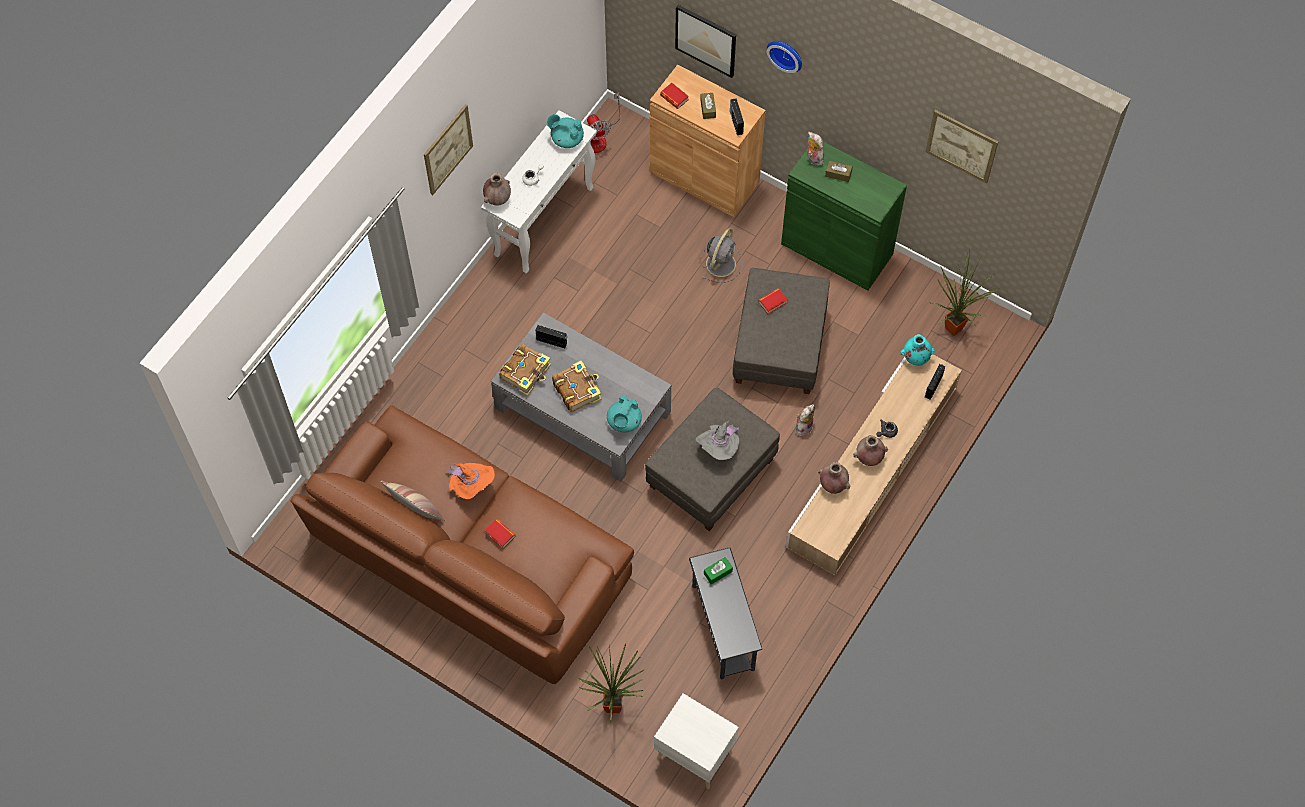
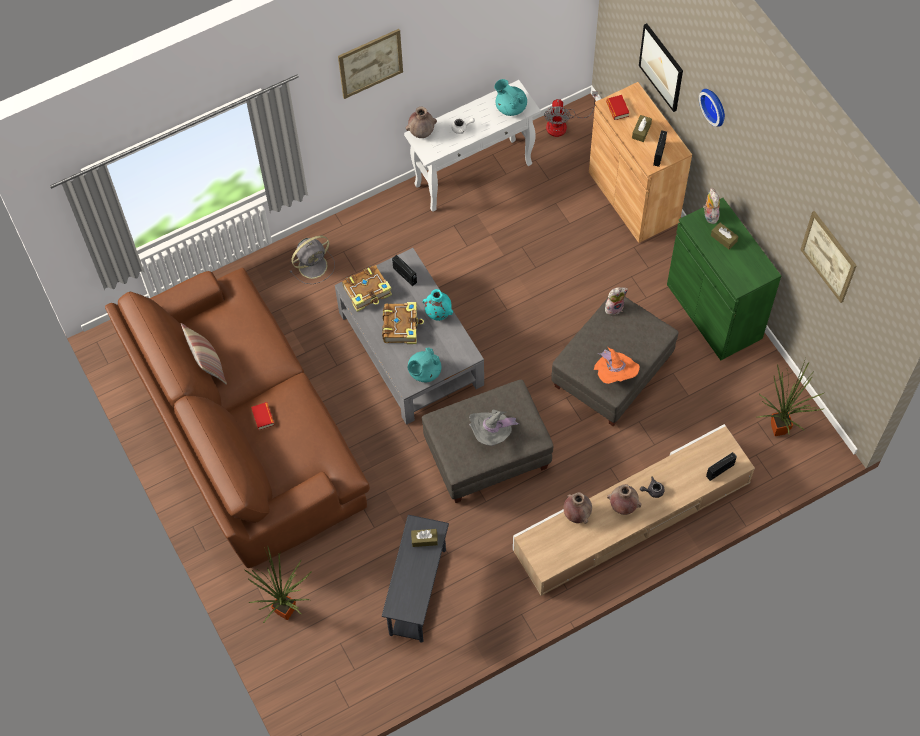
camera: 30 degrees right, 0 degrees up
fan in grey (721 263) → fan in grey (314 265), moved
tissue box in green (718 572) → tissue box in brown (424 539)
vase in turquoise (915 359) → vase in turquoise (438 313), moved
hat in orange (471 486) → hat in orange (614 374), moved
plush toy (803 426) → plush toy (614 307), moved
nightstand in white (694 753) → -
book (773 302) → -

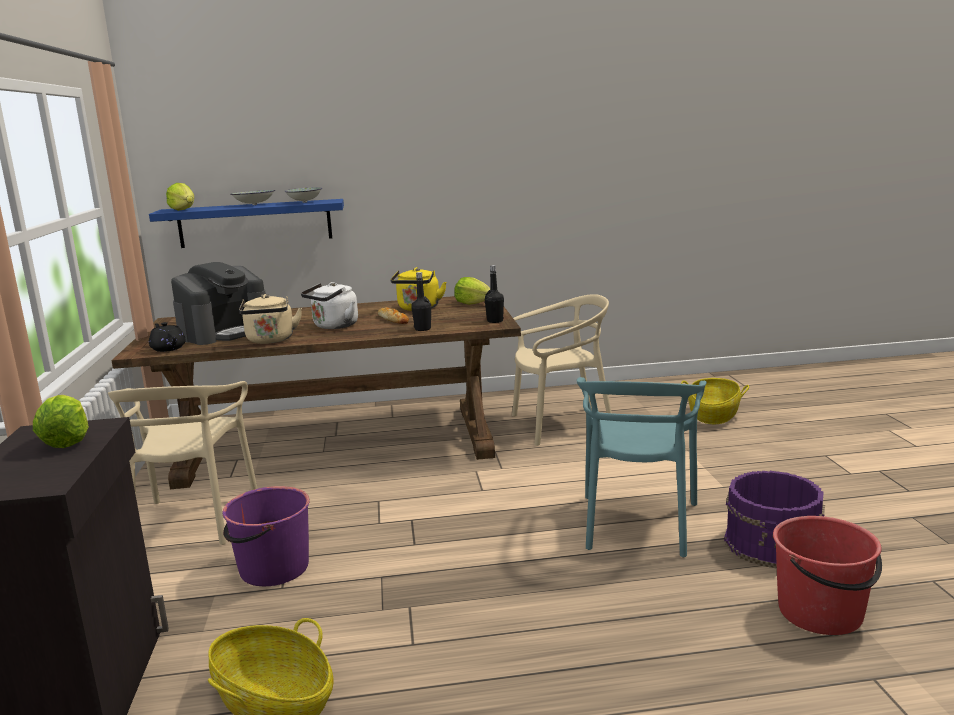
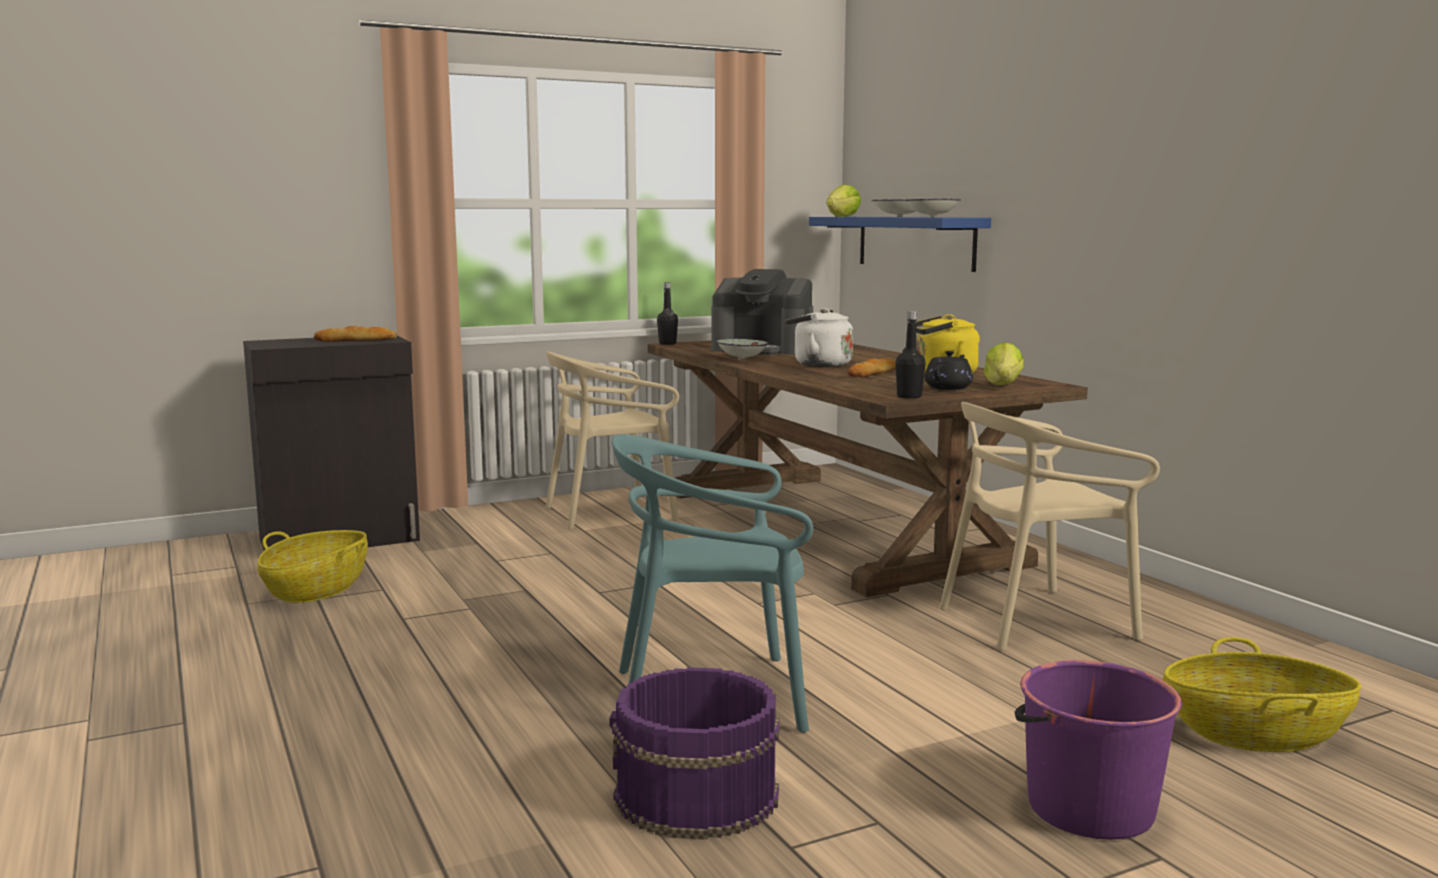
camera: 70 degrees right, 5 degrees down
lettuce (67 441) → bread (356 340)
bottle in black (422 329) → bottle in black (667 344), moved
kettle in beige (270 340) → bowl (741 359)
teapot in black (168 348) → teapot in black (948 387), moved
chair in beige (561 425) → chair in beige (1035 620), 105 degrees clockwise
bucket in purple (273 569) → bucket in purple (1088 807), moved
bucket in red (821 613) → -

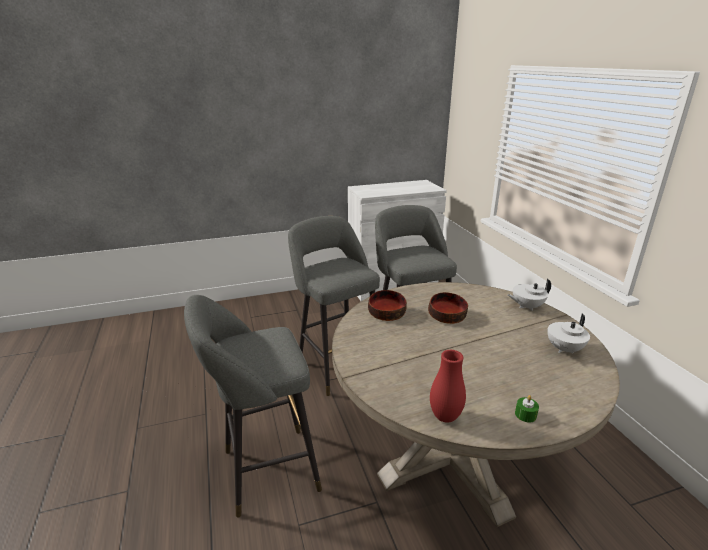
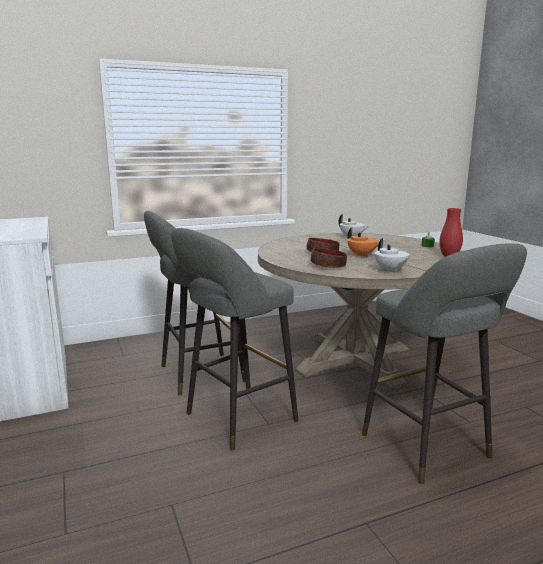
camera: 95 degrees left, 10 degrees down
- → teapot in orange (361 255)
teapot in white (526 306) → teapot in white (390 270), moved

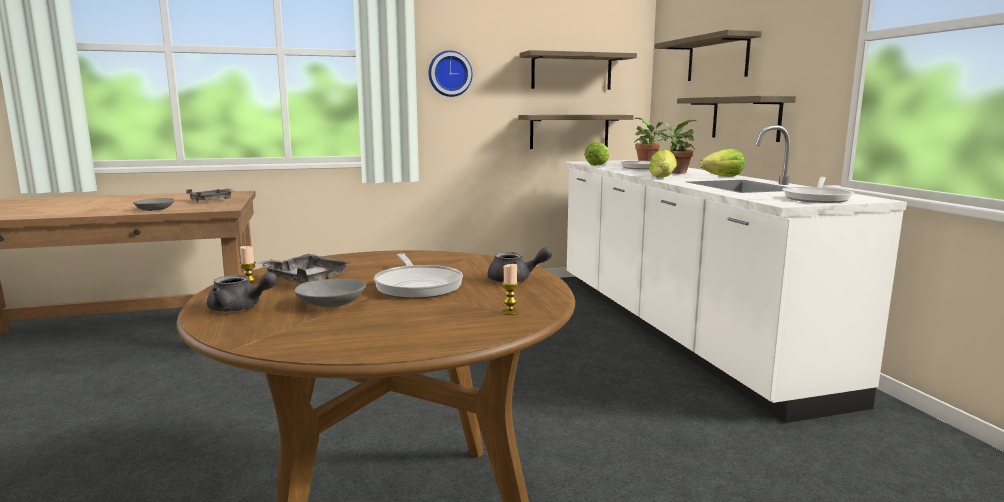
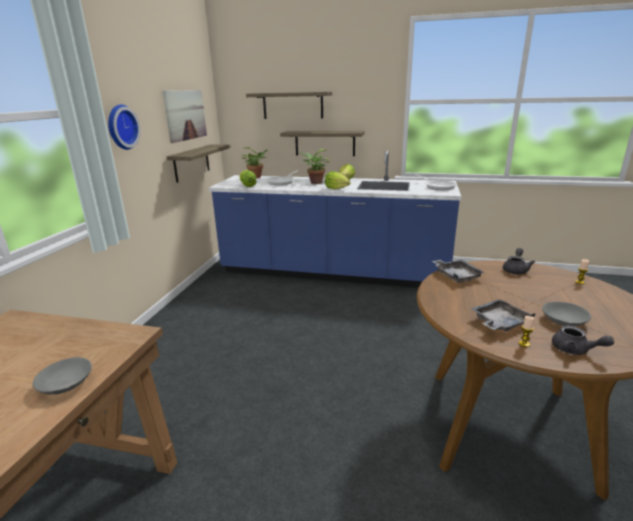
camera: 60 degrees left, 10 degrees up
shelf (571 71) → picture (185 115)
counter in white (677 331) → counter in blue (333 273)
tray in grey (214 200) → tray in grey (456 276), moved
teapot in grey (240 308) → teapot in grey (575 350), 90 degrees clockwise
frying pan (418 285) → -

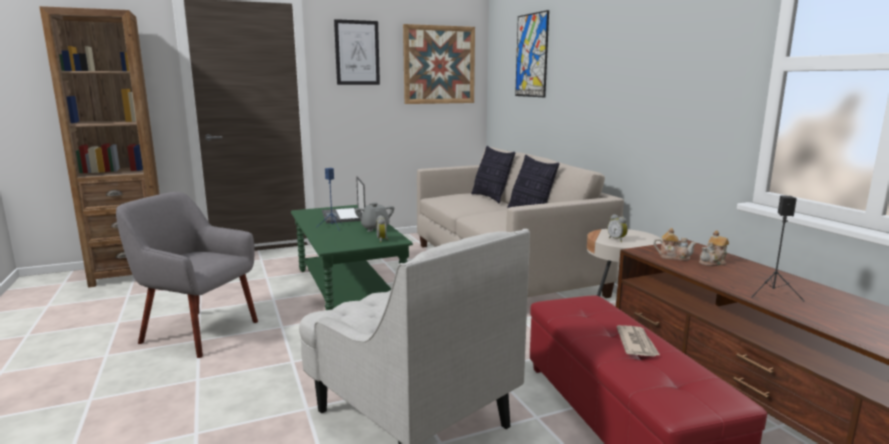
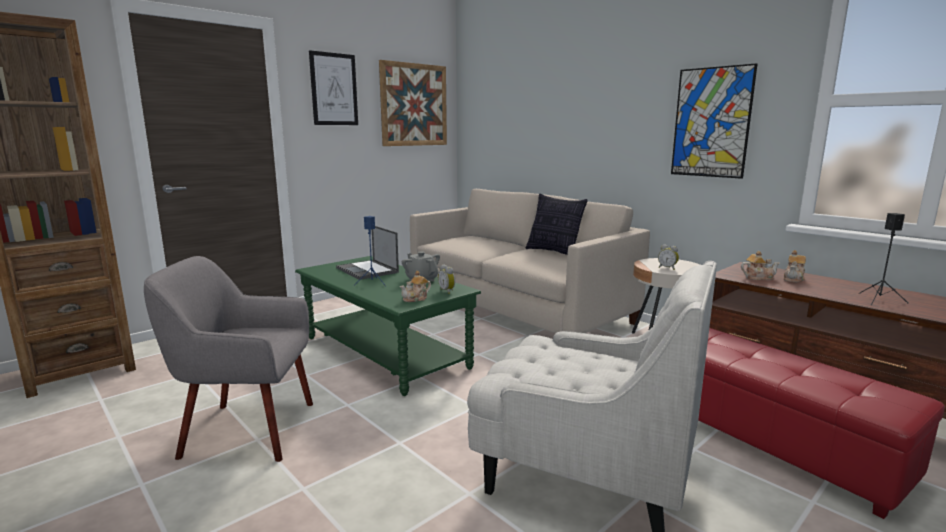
camera: 20 degrees left, 0 degrees up
- → teapot (416 299)
picture (531 55) → picture (711 122), moved
pillow (491 198) → -
newspaper (637 343) → -

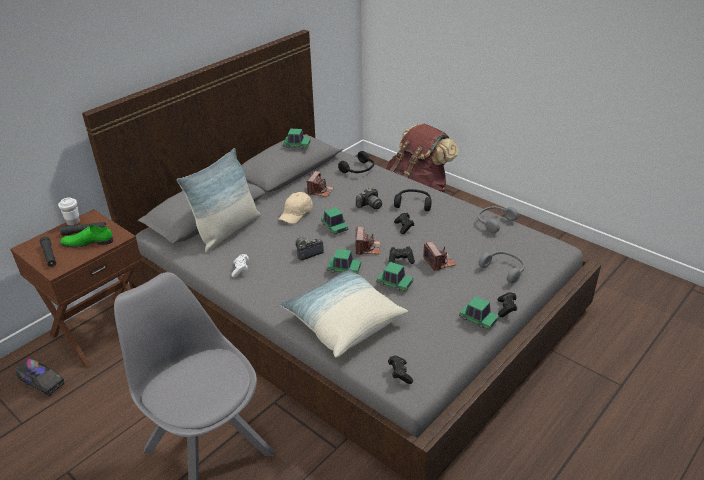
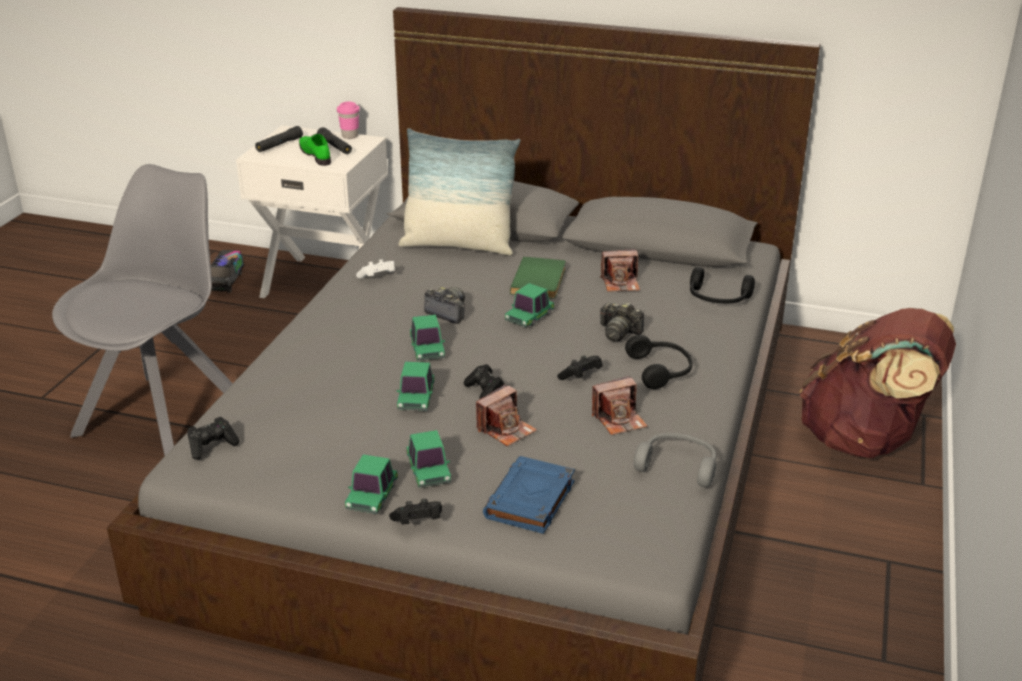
camera: 65 degrees right, 5 degrees down
nightstand in brown (101 330) → nightstand in white (325 282)
cup in white (73 222) → cup in pink (350 136)
toy car (297 145) → toy car (428 471), moved
headphones in grey (504 269) → book in blue (530 501)
cap in beige (296 214) → book in green (541 281)
photo camera (367 248) → photo camera (619 420), moved
pillow (343 322) → -

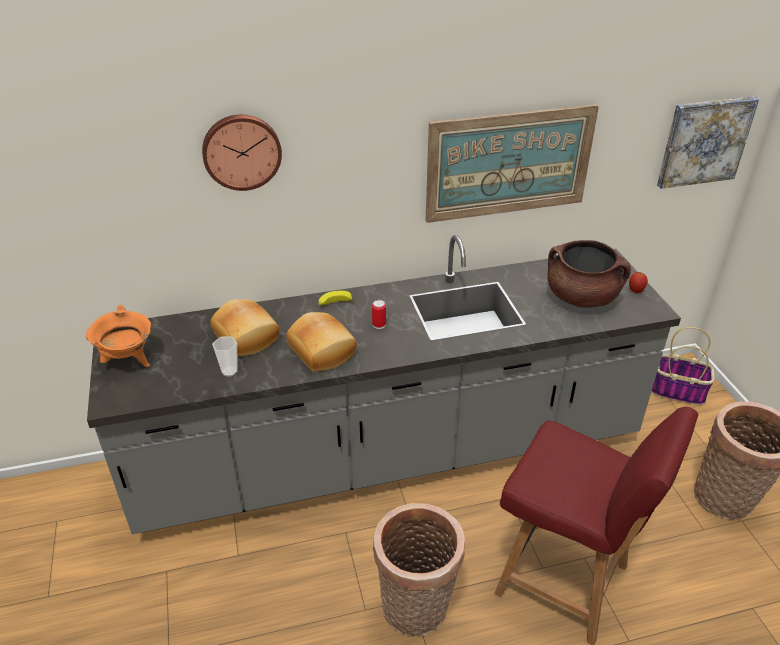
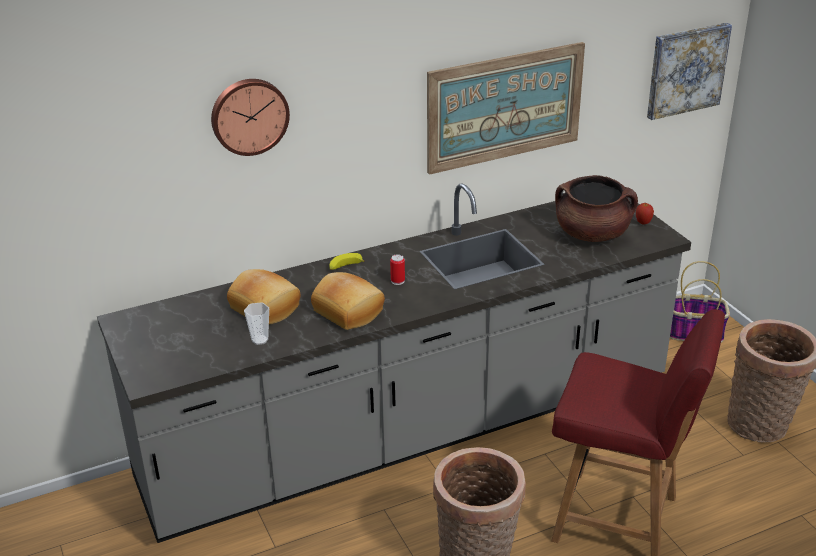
camera: 10 degrees left, 5 degrees down
cooking pot in orange (128 361) → -

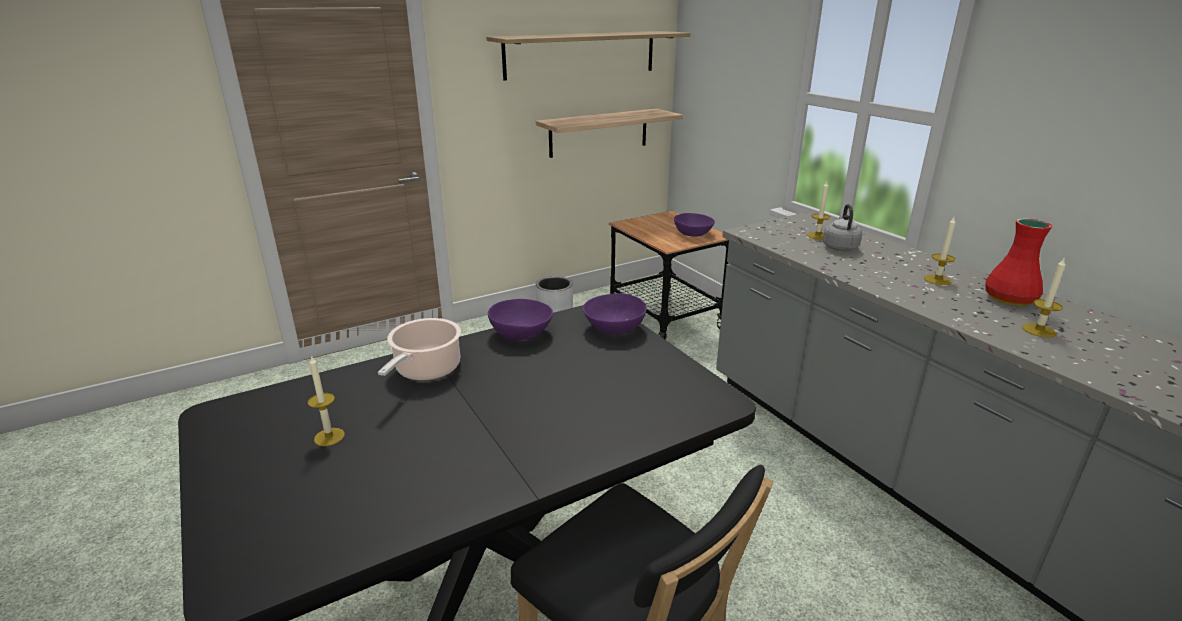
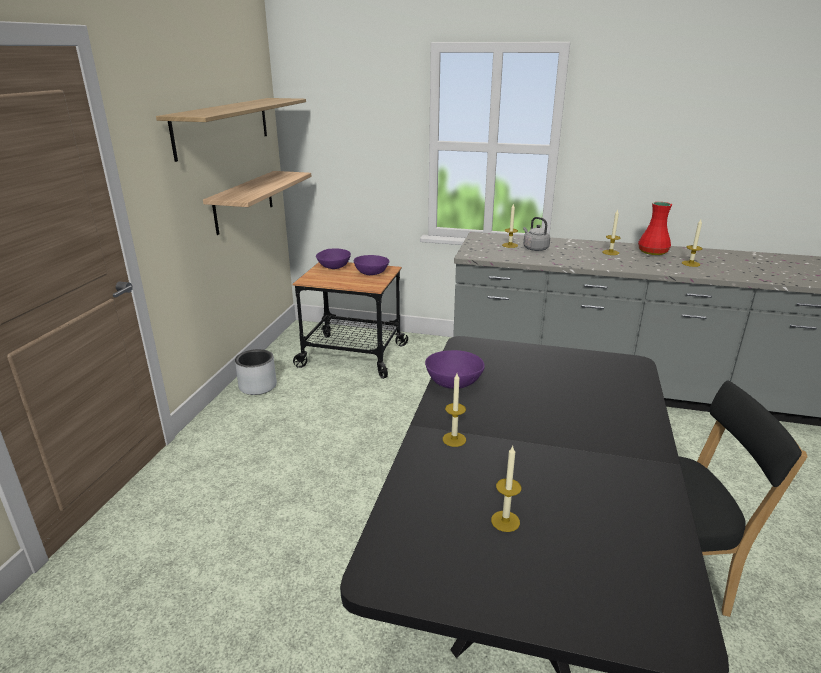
camera: 45 degrees left, 0 degrees up
bowl in purple (614 328) → bowl in purple (334 267), moved
cooking pot (426 370) → candle (454 439)

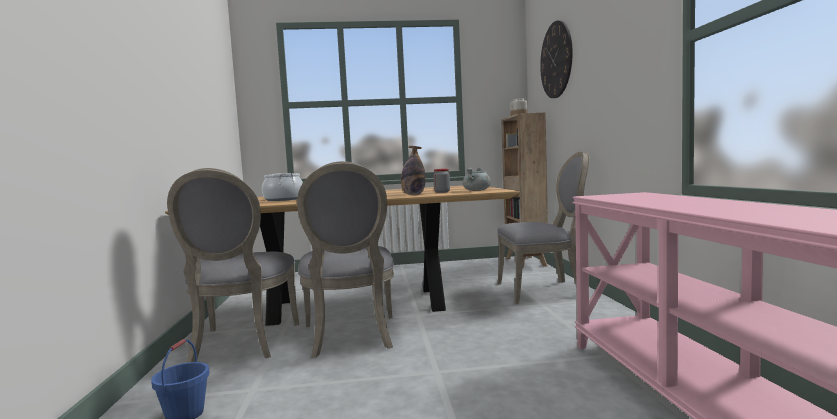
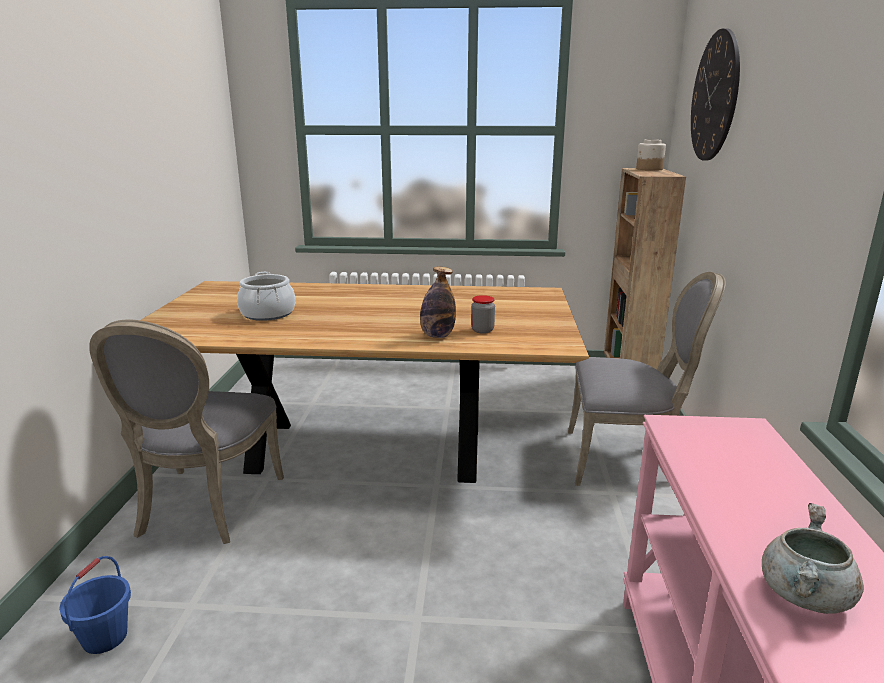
camera: 10 degrees right, 15 degrees up
cooking pot in grey (477 190) → cooking pot in grey (805 596), moved
chair in grey (351 337) → -

